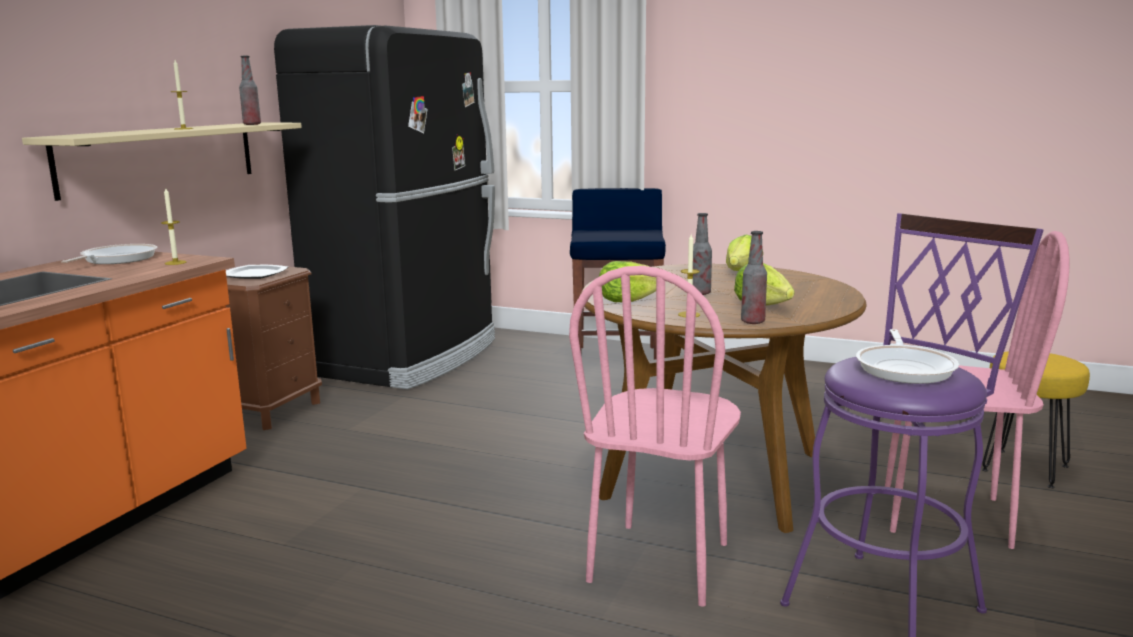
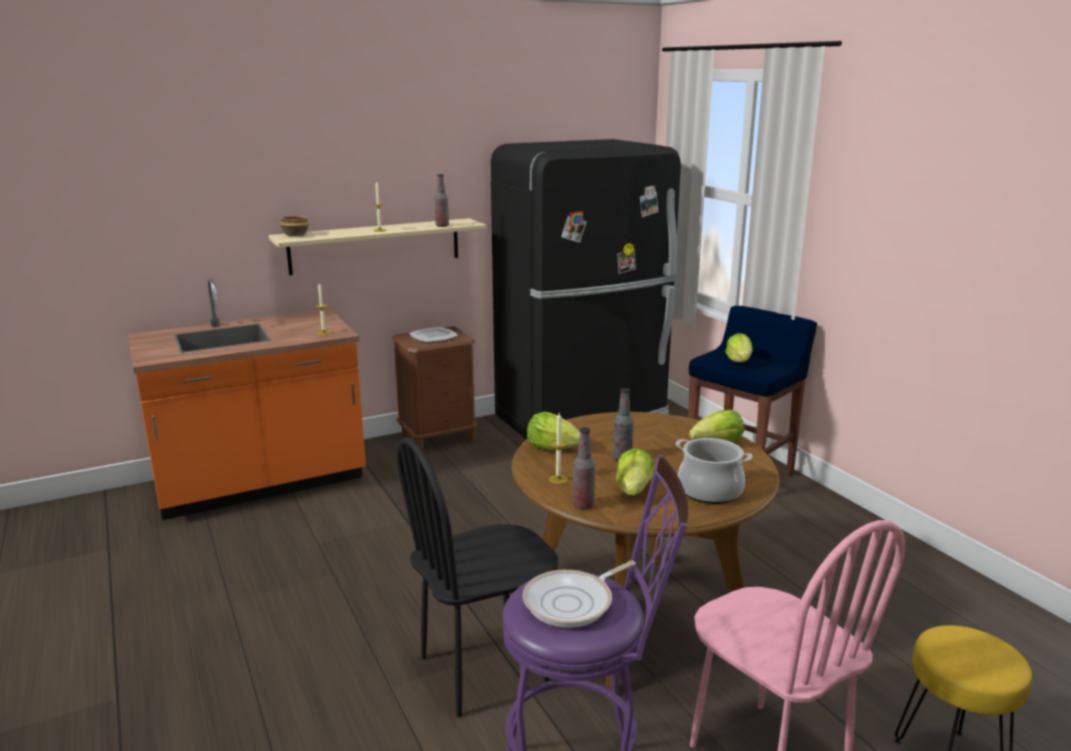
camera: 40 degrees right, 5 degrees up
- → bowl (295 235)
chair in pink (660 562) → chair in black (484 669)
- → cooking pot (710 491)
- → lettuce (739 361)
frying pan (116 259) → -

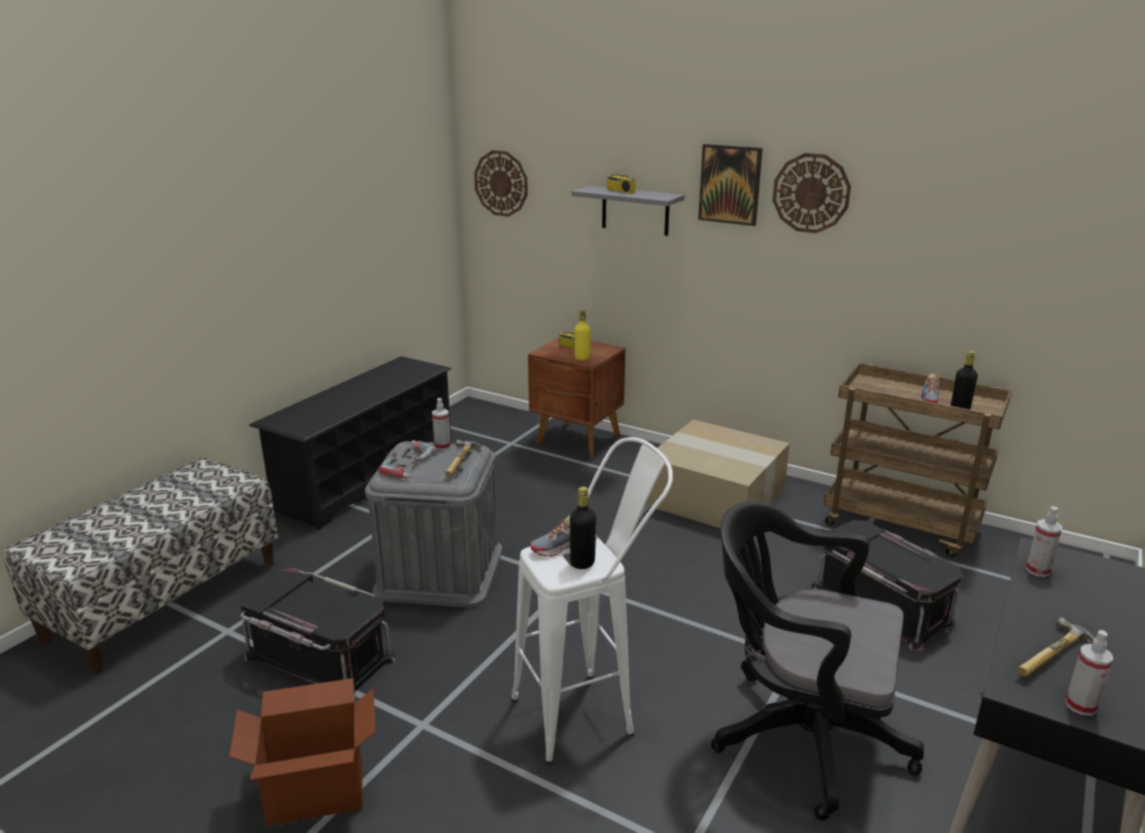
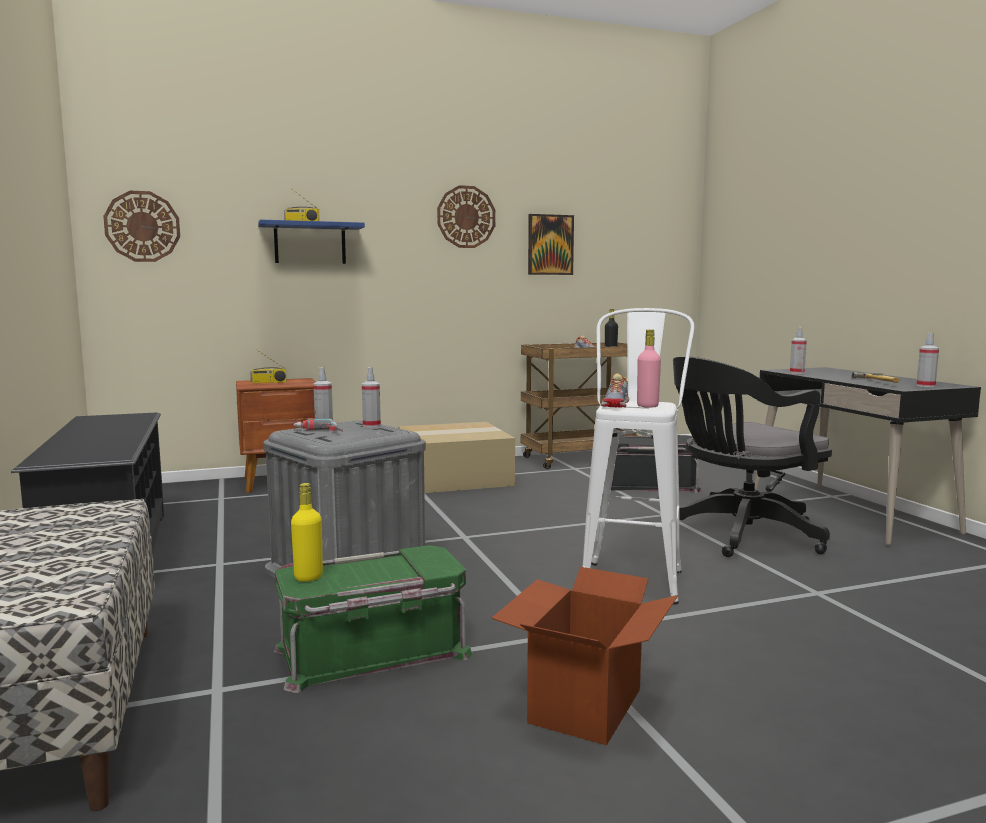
camera: 50 degrees left, 15 degrees down
shelf in grey (635 211) → shelf in blue (310 243)
storage box in black (318 658) → storage box in green (373 653)
bottle in yellow (582 358) → bottle in yellow (308 577), moved
hammer (463 462) → spray bottle (371 425)
picture (730 184) → picture (550 245), moved
bottle in black (582 563) → bottle in pink (647 406)
power drill (401 468) → -

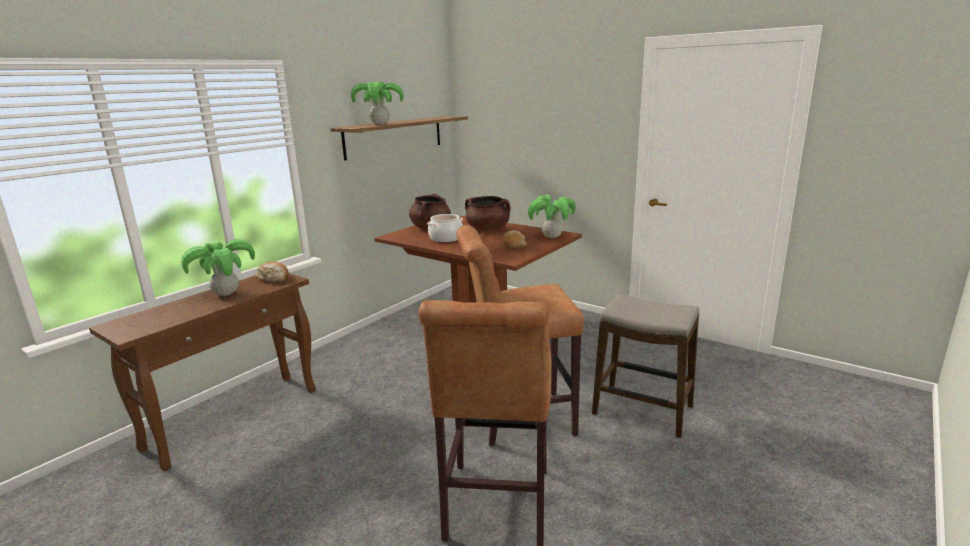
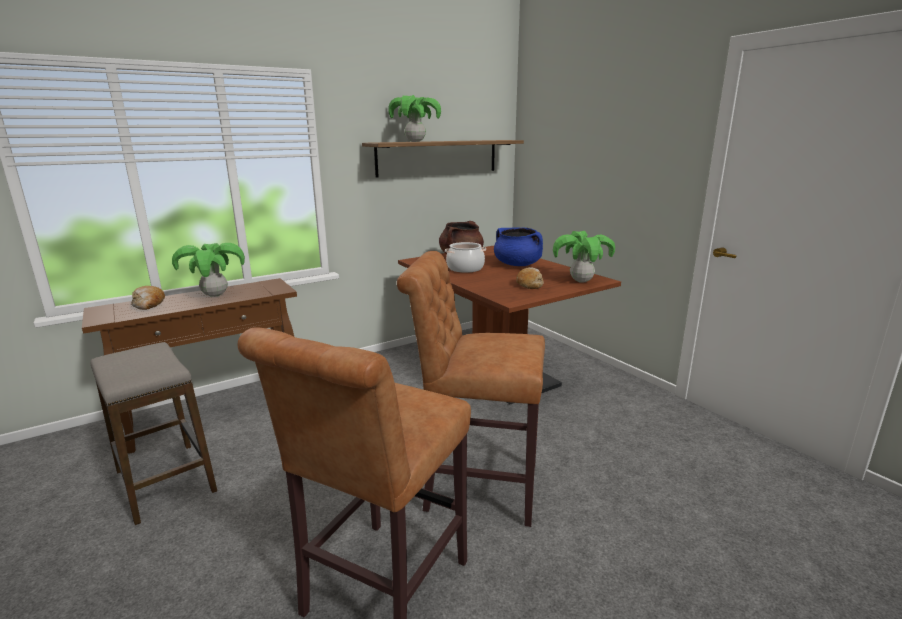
camera: 20 degrees right, 0 degrees up
stool (642 410) → stool (165 482), moved
bread (274 278) → bread (149 305), moved
cooking pot in brown (488 229) → cooking pot in blue (518 265)

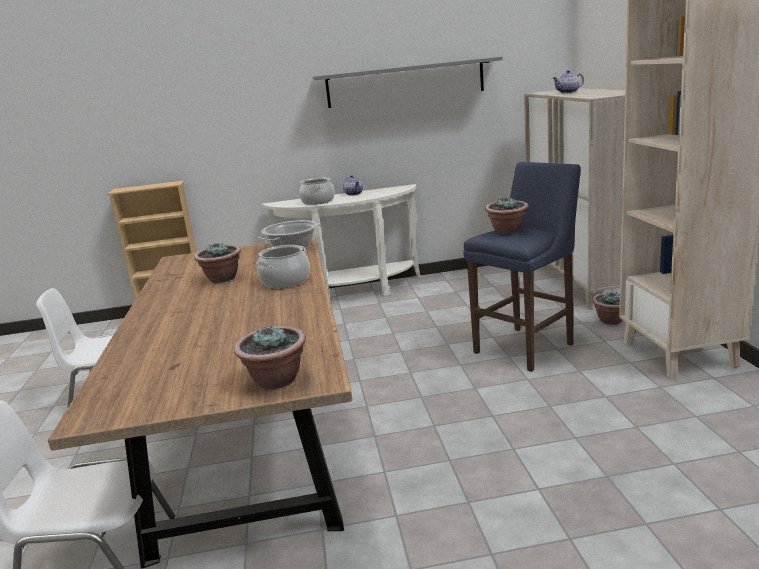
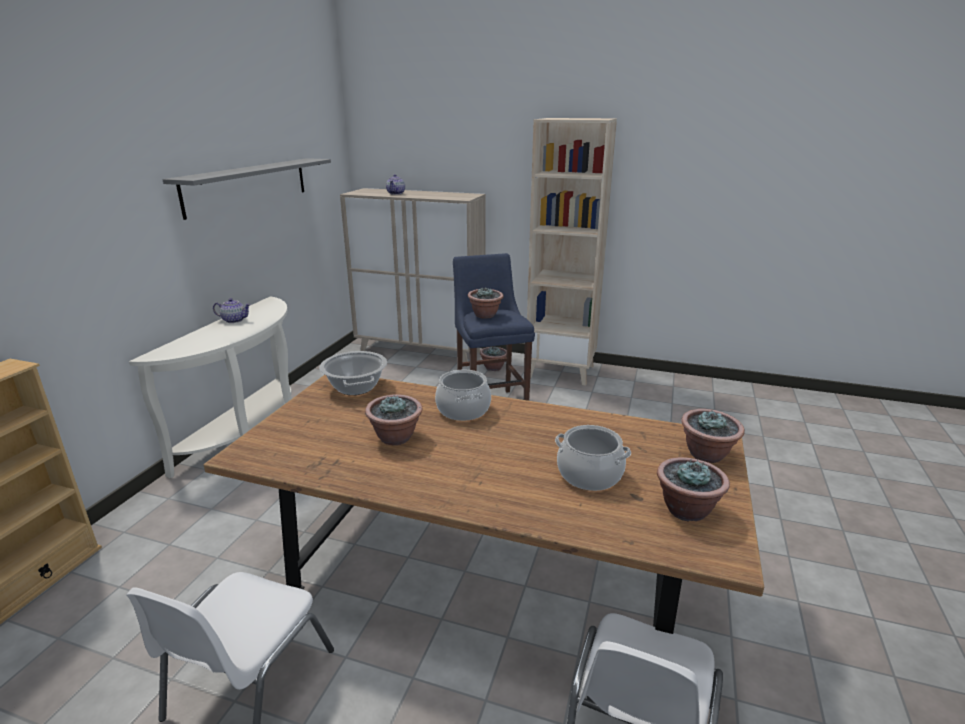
camera: 65 degrees left, 5 degrees up
cooking pot (317 201) → cooking pot (589 475), moved
- → potted plant (686 510)

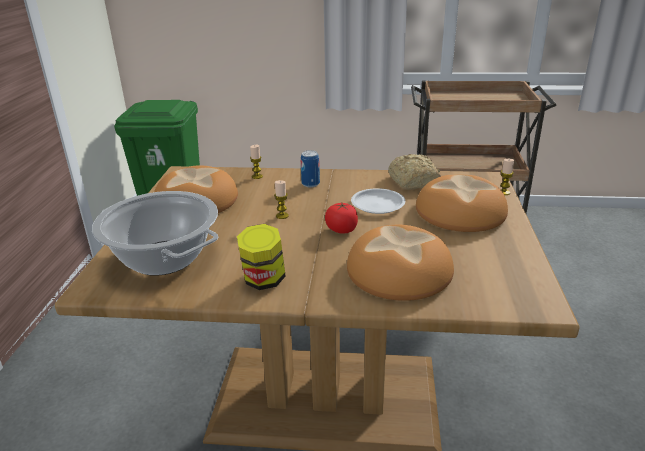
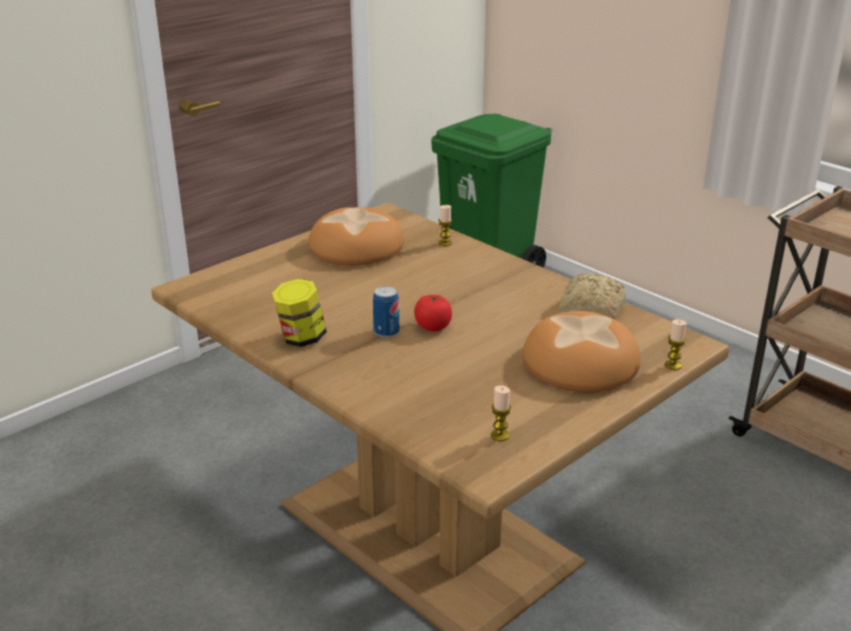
camera: 40 degrees right, 0 degrees up
can (310 184) → can (386 332), moved
candle (282 216) → candle (500 435), moved
cooking pot (163 258) → -
bread (399 271) → -
plate in white (377 204) → -

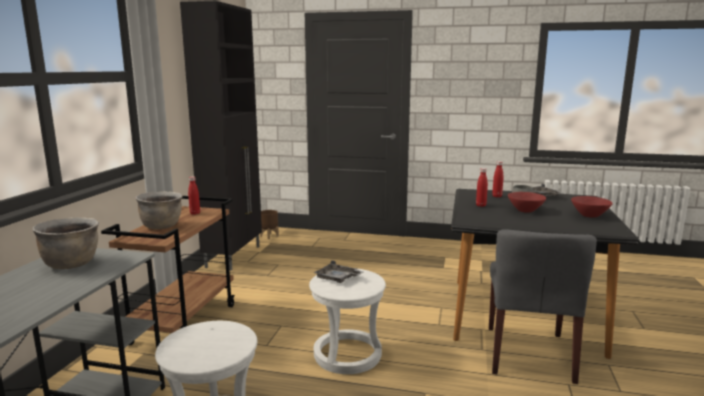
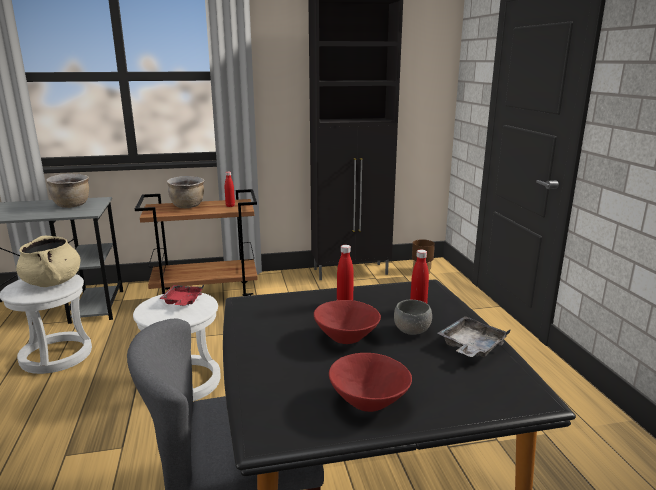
camera: 65 degrees right, 5 degrees up
- → cooking pot in beige (52 282)
tray in grey (337 278) → tray in red (182 301)

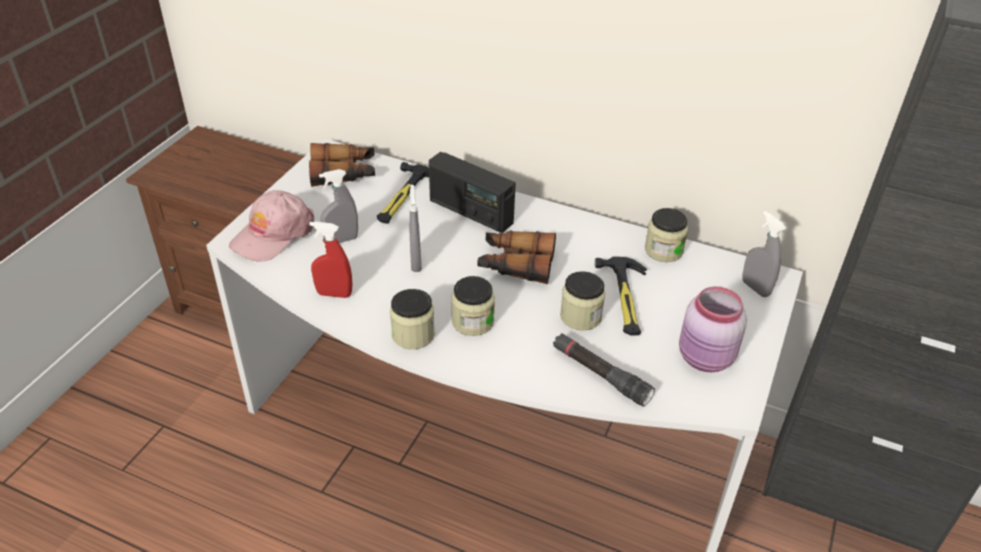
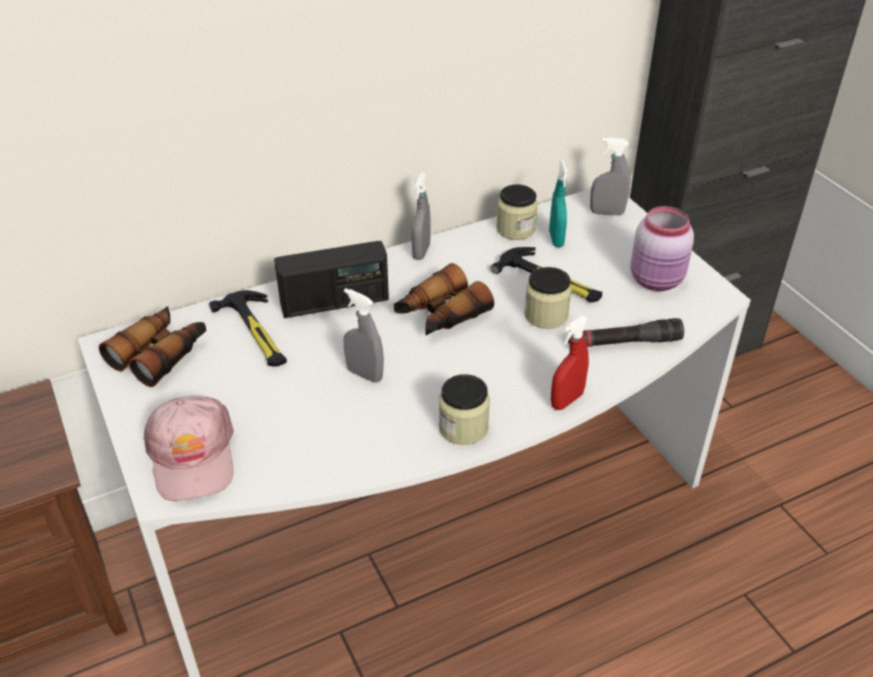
camera: 50 degrees left, 0 degrees up
spray bottle in grey (341 240) → spray bottle in grey (421 252), moved
- → spray bottle in turquoise (556 239)
spray bottle in red (334 294) → spray bottle in red (567 400), moved
jar (472 322) → -

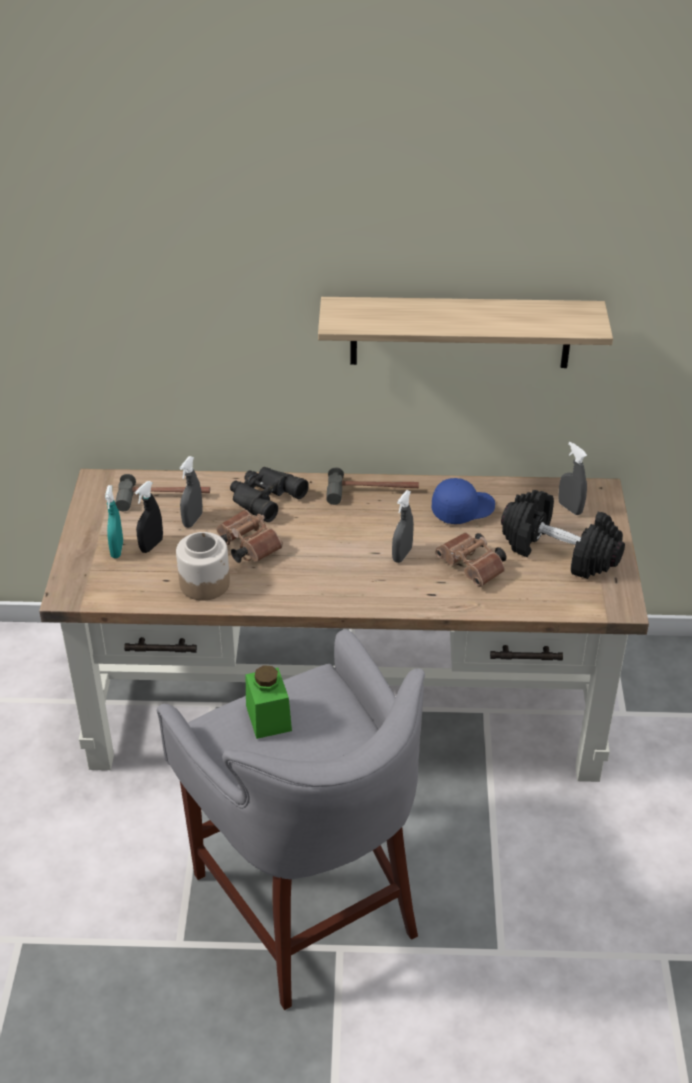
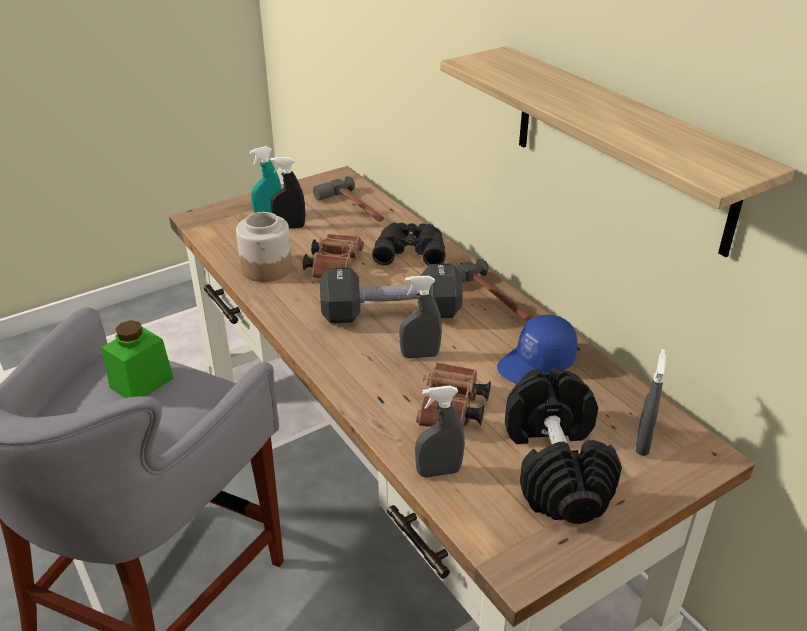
camera: 55 degrees right, 5 degrees down
- → dumbbell in black (391 314)
spray bottle in grey (192 520) → spray bottle in grey (438 472), moved
cap in blue (462 509) → cap in blue (536 364), 120 degrees clockwise

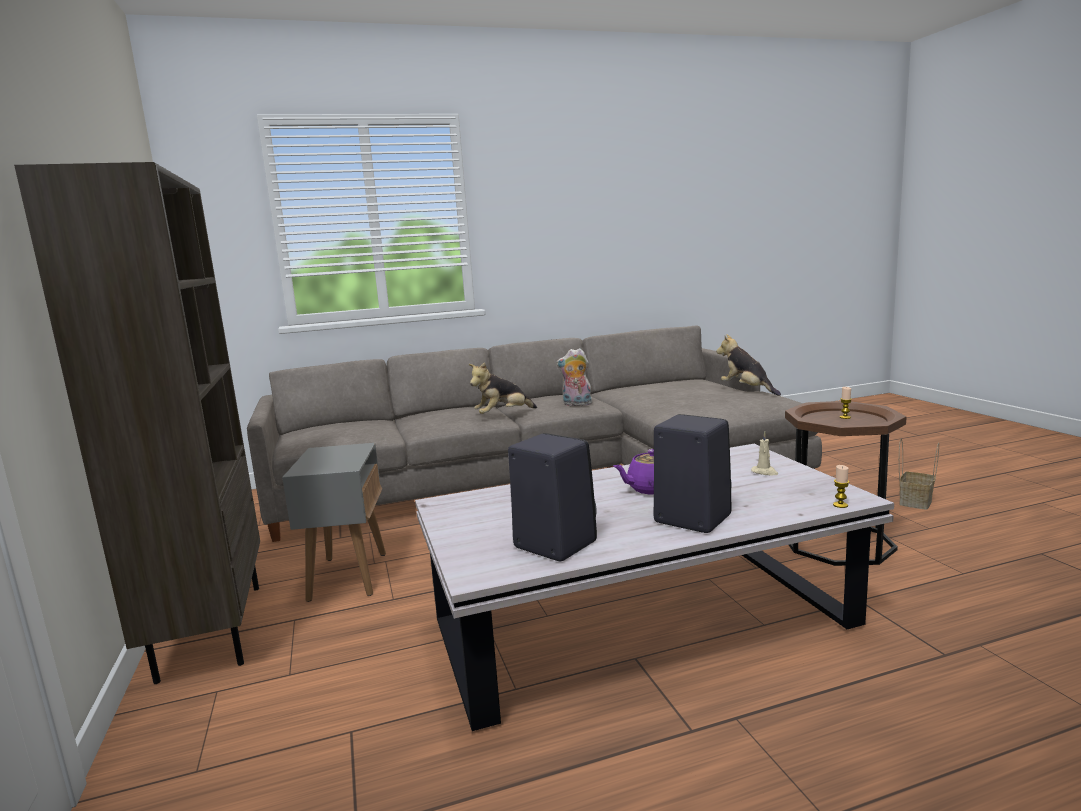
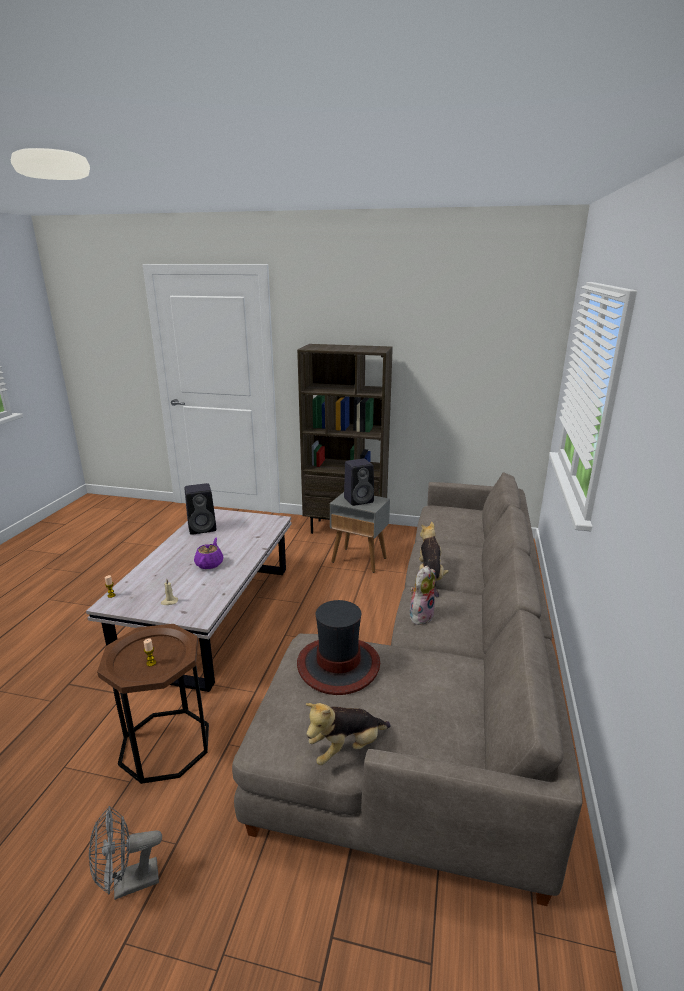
camera: 120 degrees right, 10 degrees up
basket (915 501) → fan in grey (128 883)
- → hat (338 665)
plush toy (747 390) → plush toy (346 748), 150 degrees clockwise
speaker in black (689 518) → speaker in black (359 500), moved

